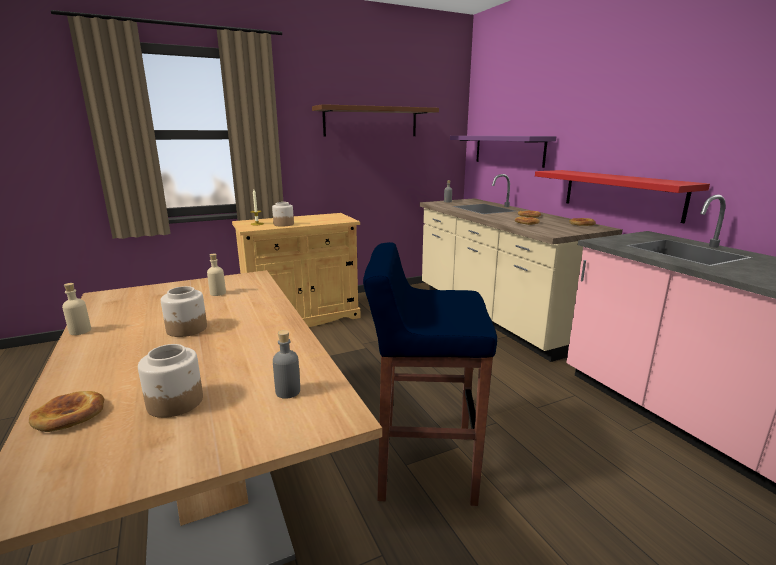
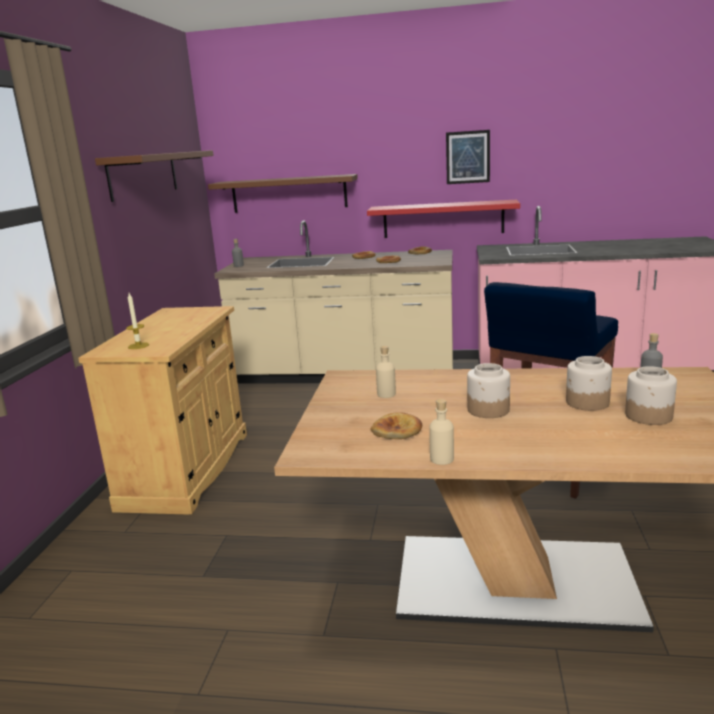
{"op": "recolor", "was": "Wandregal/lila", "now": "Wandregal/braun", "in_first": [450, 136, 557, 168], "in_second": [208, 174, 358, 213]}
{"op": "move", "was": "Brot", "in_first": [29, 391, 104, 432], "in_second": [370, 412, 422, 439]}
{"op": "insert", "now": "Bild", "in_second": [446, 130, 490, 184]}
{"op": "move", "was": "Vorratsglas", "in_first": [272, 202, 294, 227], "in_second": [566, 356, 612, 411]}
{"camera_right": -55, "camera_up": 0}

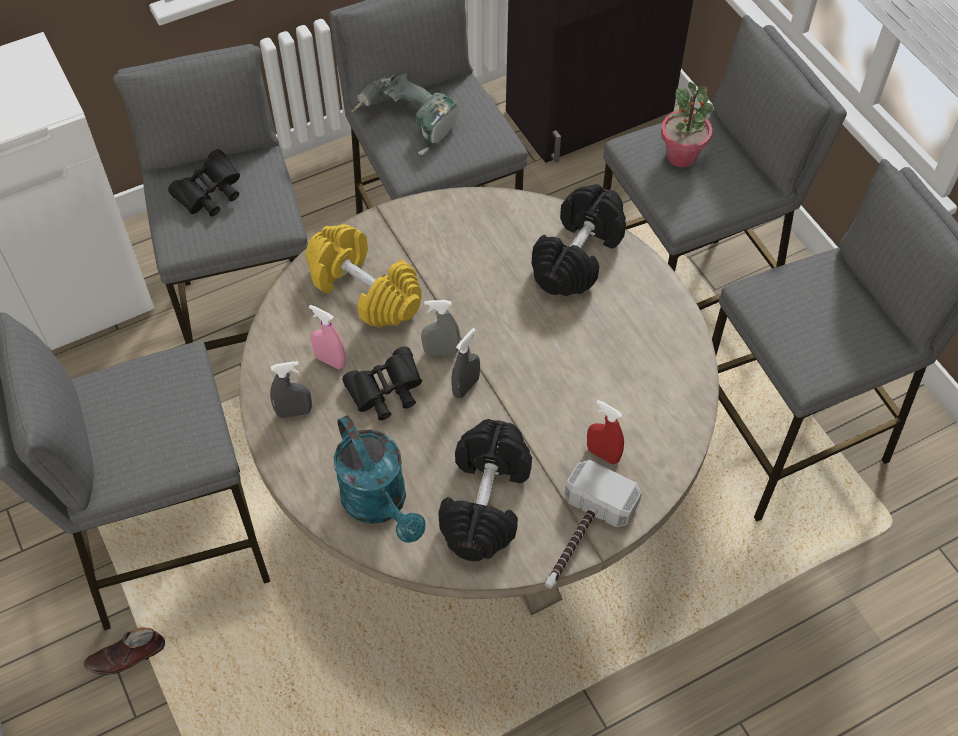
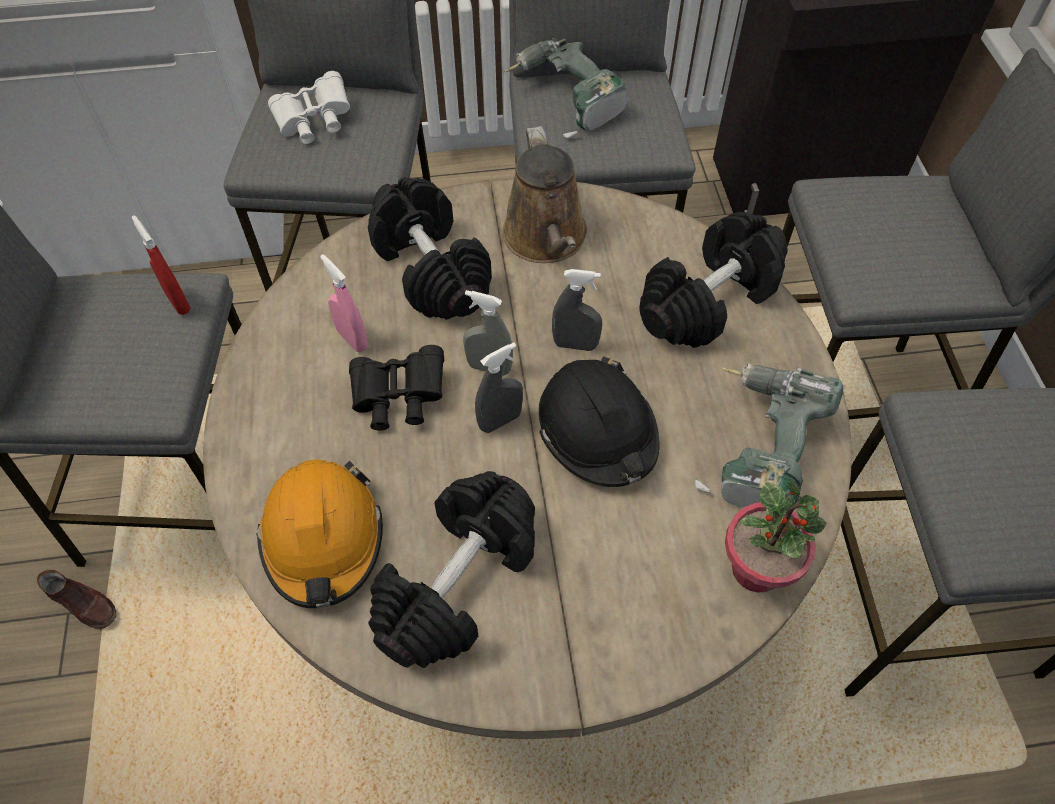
{"op": "rotate", "was": "Schuh/braun", "in_first": [84, 628, 165, 675], "in_second": [37, 570, 116, 629], "clockwise": -150}
{"op": "move", "was": "Sprühflasche/rot", "in_first": [587, 400, 624, 464], "in_second": [131, 215, 191, 315]}
{"op": "replace", "was": "Gießkanne/türkis", "now": "Schutzhelm/orange", "in_first": [334, 415, 426, 543], "in_second": [256, 459, 383, 608]}
{"op": "recolor", "was": "Fernglas/schwarz", "now": "Fernglas/weiß", "in_first": [168, 149, 240, 216], "in_second": [268, 71, 350, 144]}
{"op": "recolor", "was": "Hantel/gelb", "now": "Hantel/schwarz", "in_first": [305, 224, 422, 328], "in_second": [368, 177, 492, 320]}
{"op": "insert", "now": "Gießkanne/braun", "in_second": [502, 126, 587, 263]}
{"op": "insert", "now": "Schutzhelm/schwarz", "in_second": [539, 356, 659, 487]}
{"op": "move", "was": "Sprühflasche/grau", "in_first": [270, 361, 312, 418], "in_second": [552, 269, 602, 351]}
{"op": "insert", "now": "Bohrmaschine", "in_second": [695, 363, 843, 508]}
{"op": "move", "was": "Topfpflanze", "in_first": [661, 82, 713, 167], "in_second": [725, 480, 827, 593]}
{"op": "delete", "was": "Hammer", "in_first": [545, 460, 642, 589]}
{"camera_right": 20, "camera_up": 0}

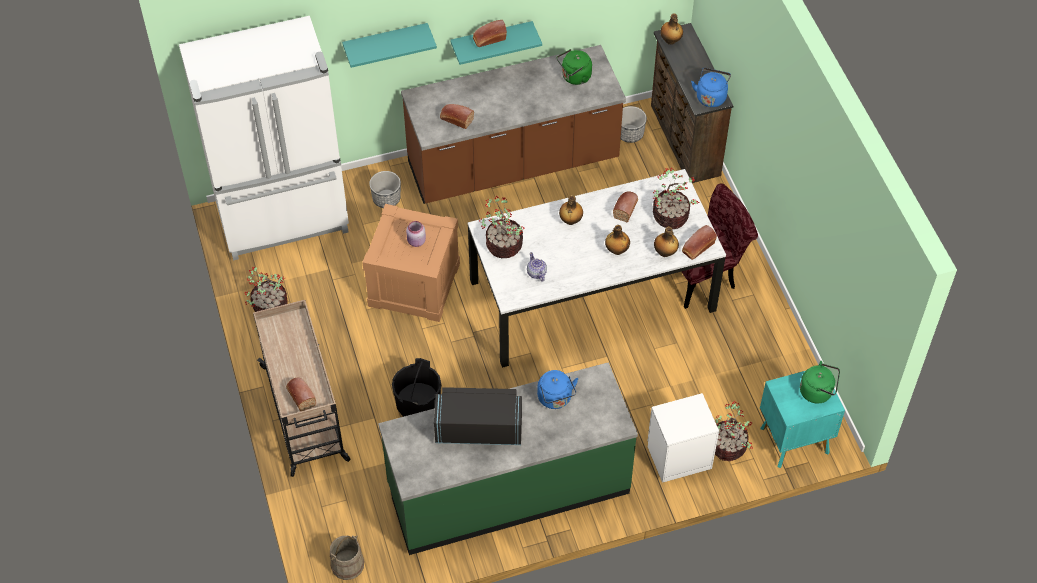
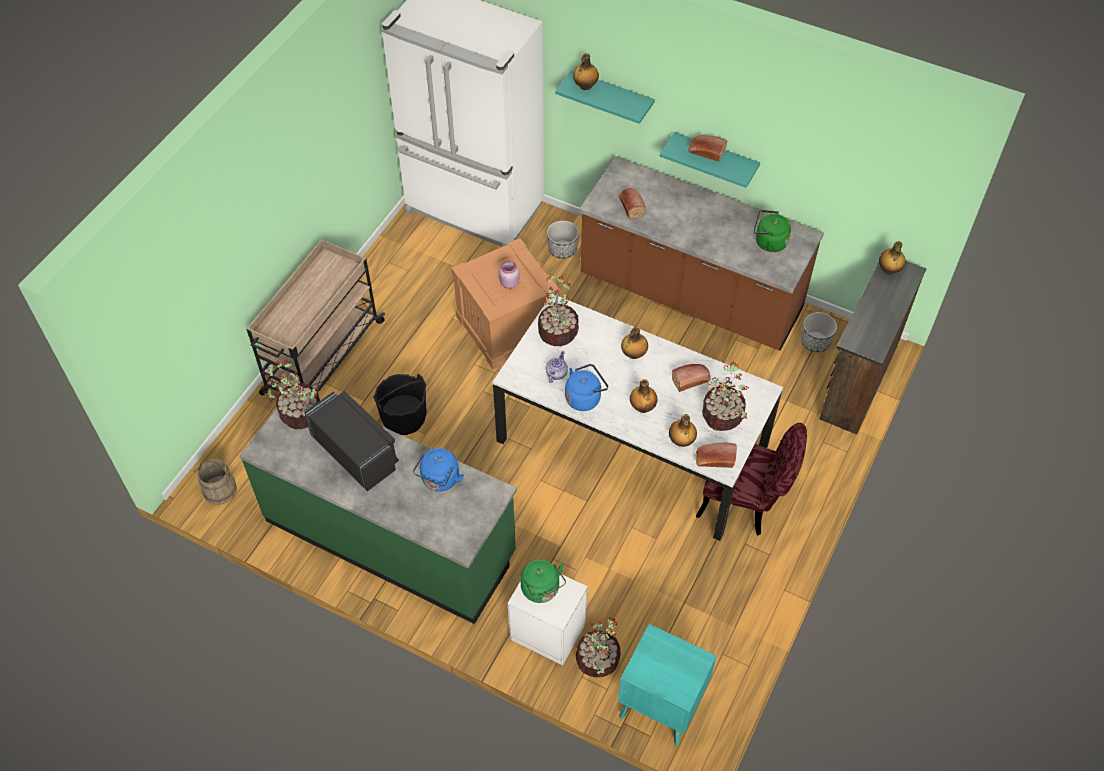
{"op": "move", "was": "Topfpflanze", "in_first": [245, 267, 287, 312], "in_second": [264, 360, 320, 429]}
{"op": "move", "was": "Wasserkessel/grün", "in_first": [800, 361, 840, 404], "in_second": [520, 559, 566, 603]}
{"op": "move", "was": "Wasserkessel/blau", "in_first": [691, 68, 731, 107], "in_second": [565, 364, 608, 411]}
{"op": "insert", "now": "Flasche", "in_second": [573, 53, 599, 90]}
{"op": "delete", "was": "Brot", "in_first": [286, 378, 316, 411]}
{"camera_right": 45, "camera_up": 0}

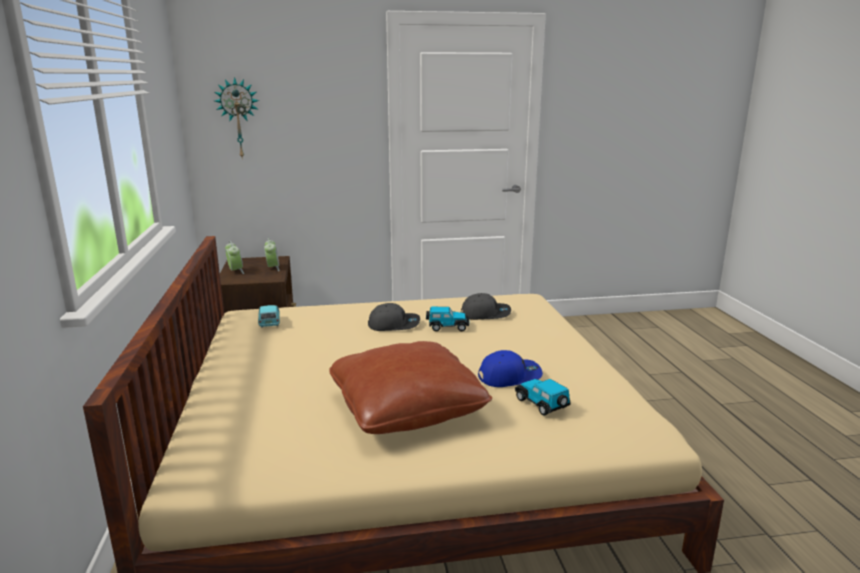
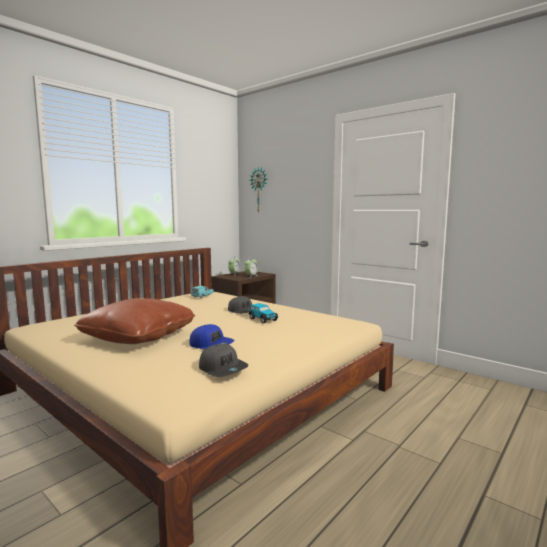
{"op": "move", "was": "Kappe/grau", "in_first": [461, 293, 511, 320], "in_second": [199, 344, 248, 377]}
{"op": "delete", "was": "Spielzeugauto", "in_first": [515, 379, 571, 415]}
{"camera_right": 50, "camera_up": -10}

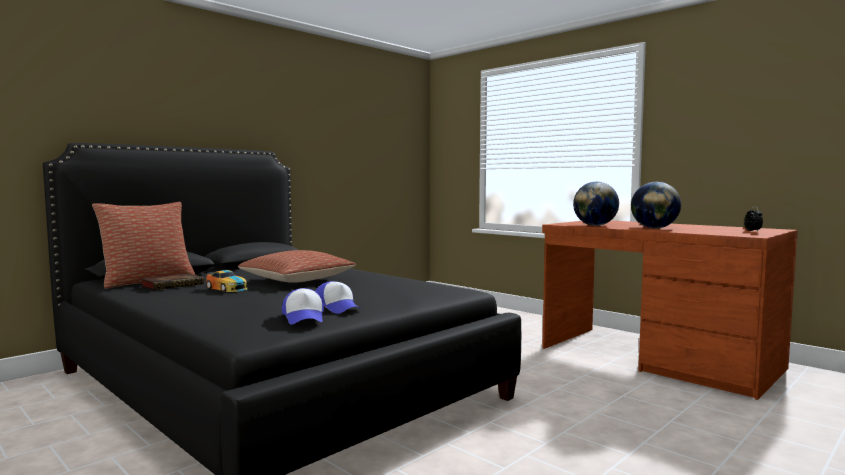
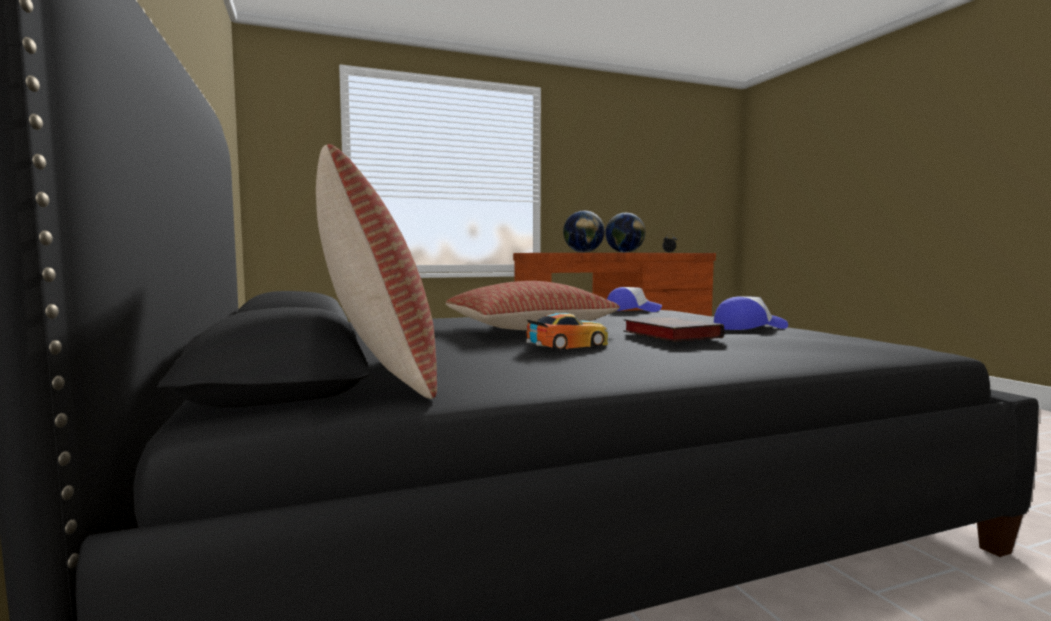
{"op": "move", "was": "Kappe", "in_first": [282, 288, 324, 325], "in_second": [607, 287, 662, 312]}
{"op": "move", "was": "Buch", "in_first": [141, 274, 204, 290], "in_second": [623, 316, 724, 342]}
{"camera_right": -65, "camera_up": 0}

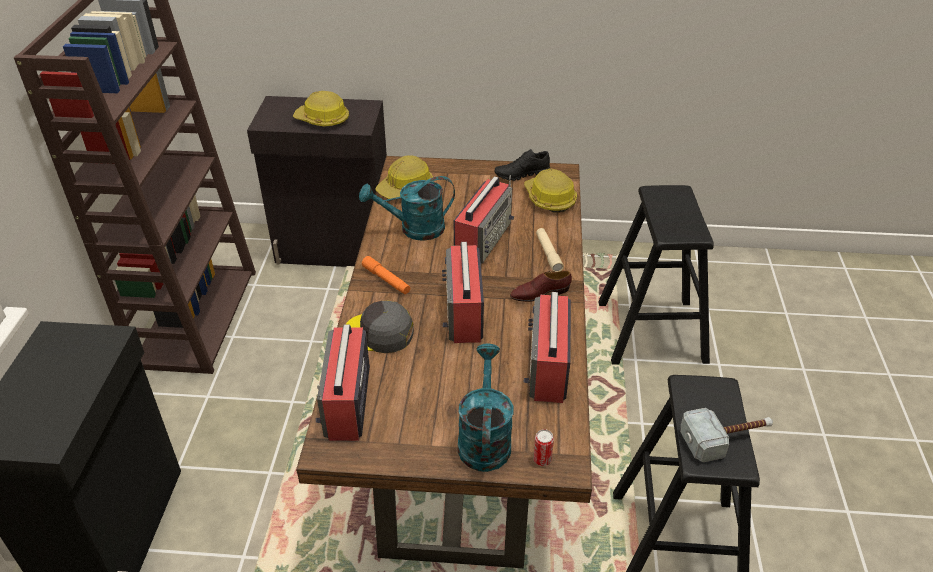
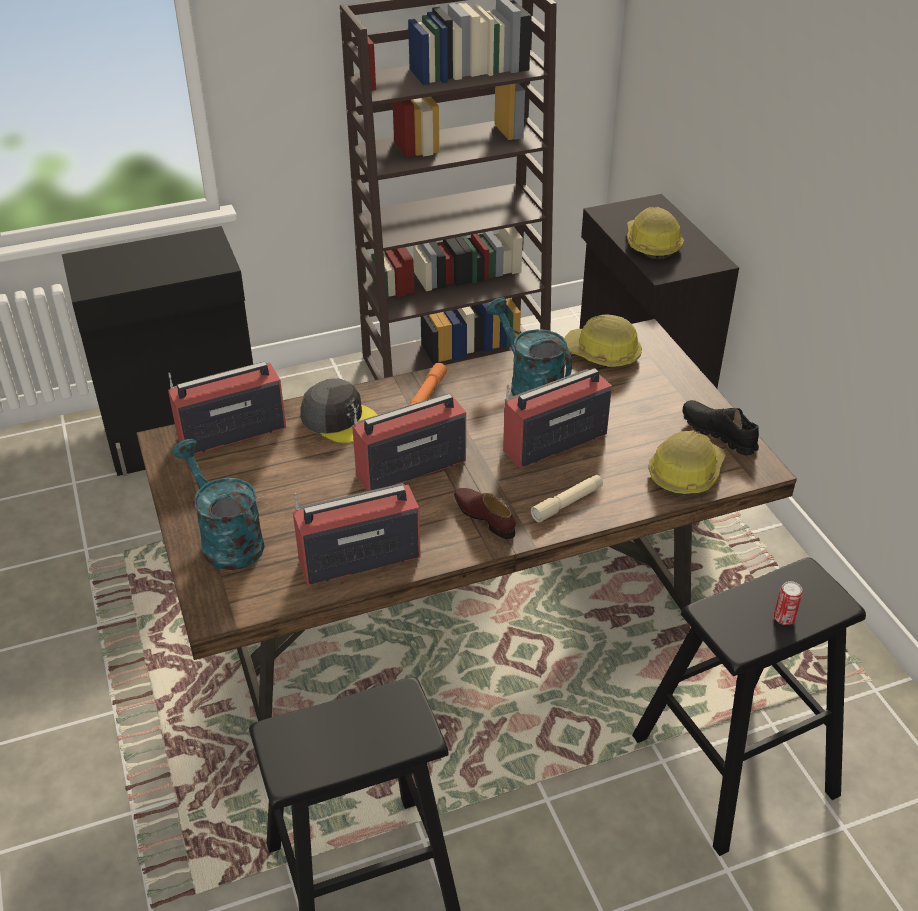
{"op": "rotate", "was": "Gießkanne/türkis", "in_first": [458, 344, 513, 472], "in_second": [172, 439, 265, 570], "clockwise": -105}
{"op": "rotate", "was": "Kappe/grau", "in_first": [346, 301, 414, 353], "in_second": [300, 378, 377, 443], "clockwise": 135}
{"op": "rotate", "was": "Radio", "in_first": [454, 176, 514, 264], "in_second": [503, 368, 612, 468], "clockwise": 150}
{"op": "move", "was": "Dose", "in_first": [533, 429, 554, 466], "in_second": [774, 581, 803, 625]}
{"op": "delete", "was": "Hammer", "in_first": [680, 408, 773, 462]}
{"camera_right": 65, "camera_up": 0}

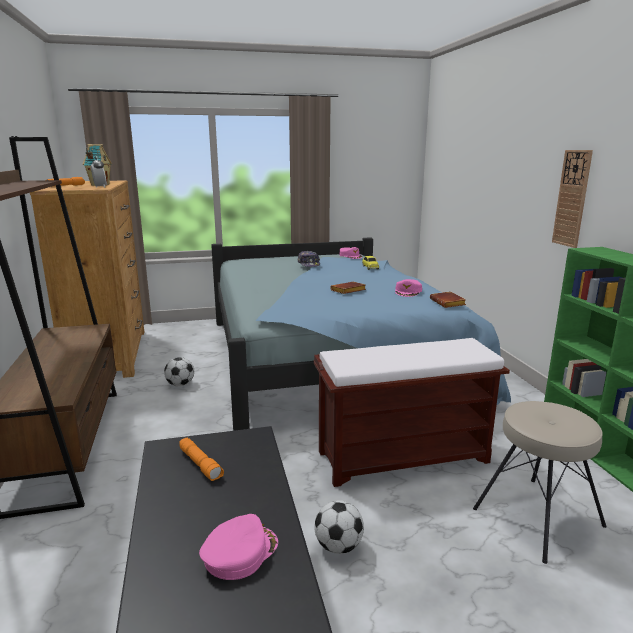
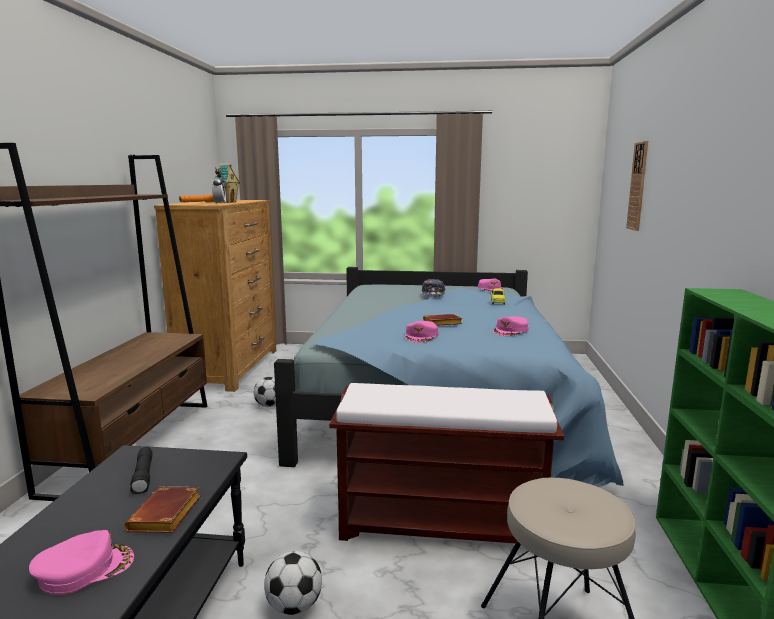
{"op": "move", "was": "Buch/braun", "in_first": [430, 291, 466, 308], "in_second": [125, 487, 201, 533]}
{"op": "recolor", "was": "Taschenlampe/orange", "now": "Taschenlampe/schwarz", "in_first": [179, 438, 224, 481], "in_second": [130, 447, 152, 494]}
{"op": "insert", "now": "Kappe/rosa", "in_second": [405, 321, 438, 343]}
{"op": "move", "was": "Wanduhr", "in_first": [552, 150, 593, 248], "in_second": [626, 141, 648, 231]}
{"camera_right": 20, "camera_up": -5}

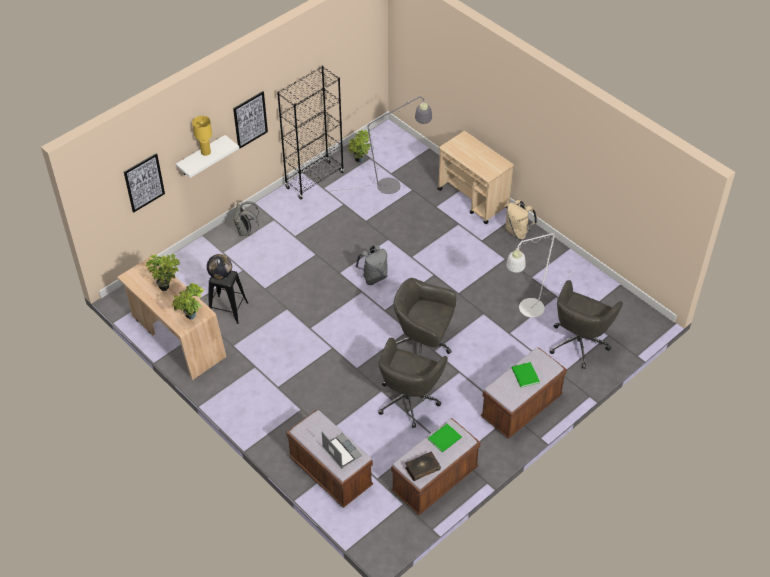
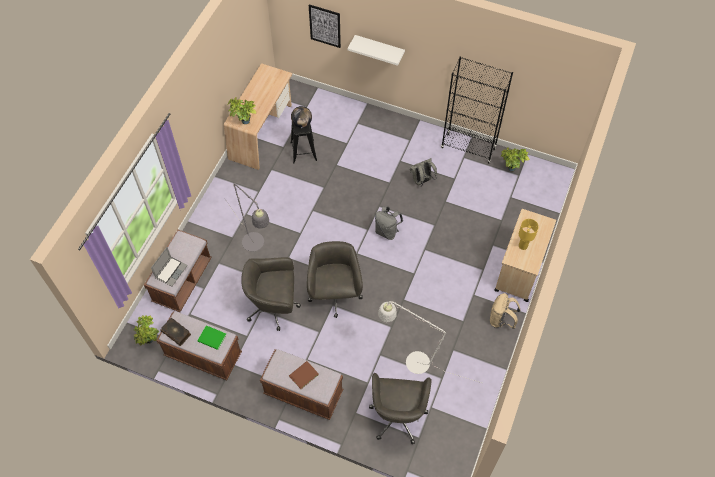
{"op": "move", "was": "Topfpflanze", "in_first": [146, 254, 180, 291], "in_second": [134, 316, 160, 346]}
{"op": "move", "was": "Stehlampe/grau", "in_first": [325, 97, 432, 194], "in_second": [225, 183, 269, 252]}
{"op": "recolor", "was": "Buch/grün", "now": "Buch/braun", "in_first": [512, 362, 540, 388], "in_second": [289, 361, 319, 389]}
{"op": "rotate", "was": "Bürostuhl/grau", "in_first": [550, 280, 623, 369], "in_second": [369, 373, 432, 444], "clockwise": -90}
{"op": "move", "was": "Rucksack/grau", "in_first": [234, 201, 259, 236], "in_second": [410, 158, 437, 187]}
{"op": "move", "was": "Tischlampe/gelb", "in_first": [192, 116, 212, 156], "in_second": [519, 219, 539, 250]}
{"op": "delete", "was": "Bild", "in_first": [233, 91, 268, 149]}
{"camera_right": 65, "camera_up": 10}

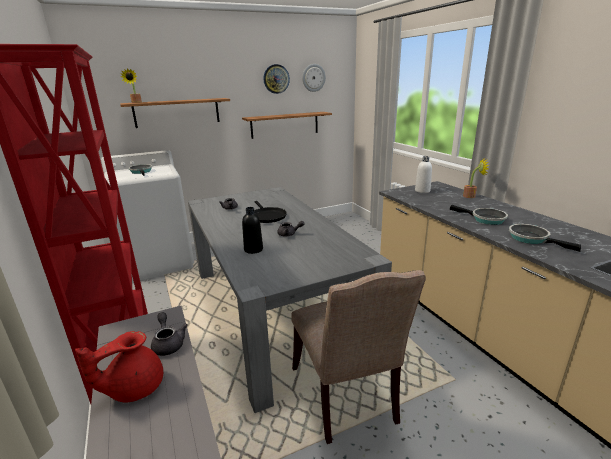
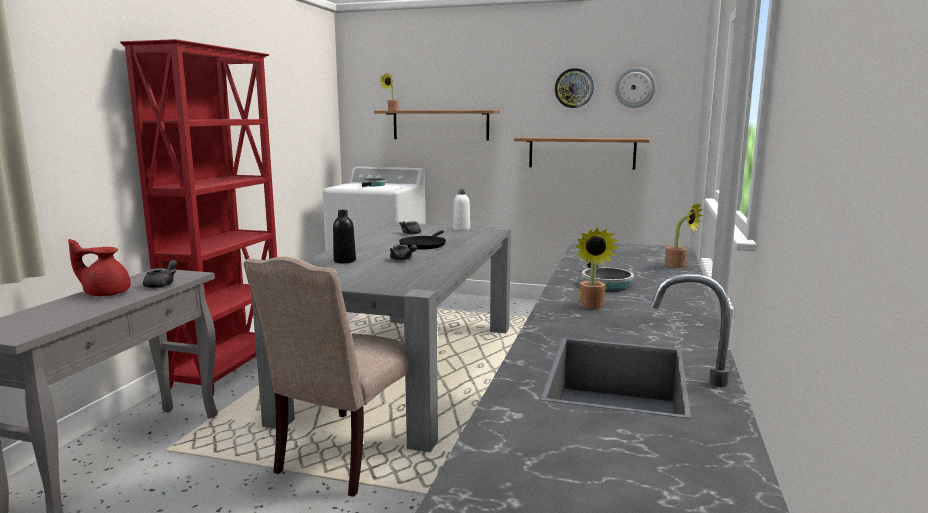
{"op": "move", "was": "Flasche/weiß", "in_first": [415, 156, 432, 193], "in_second": [453, 189, 470, 231]}
{"op": "replace", "was": "Pfanne", "now": "Topfpflanze", "in_first": [509, 224, 581, 252], "in_second": [575, 227, 619, 309]}
{"camera_right": 40, "camera_up": -10}

